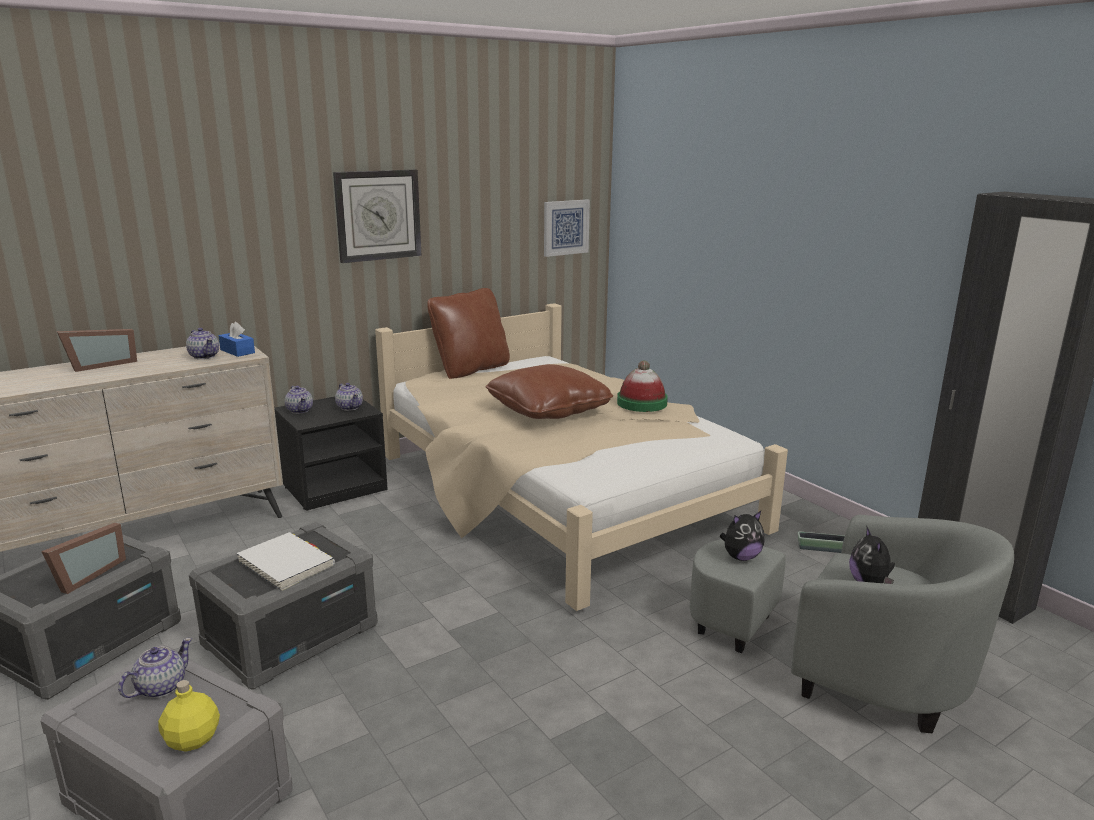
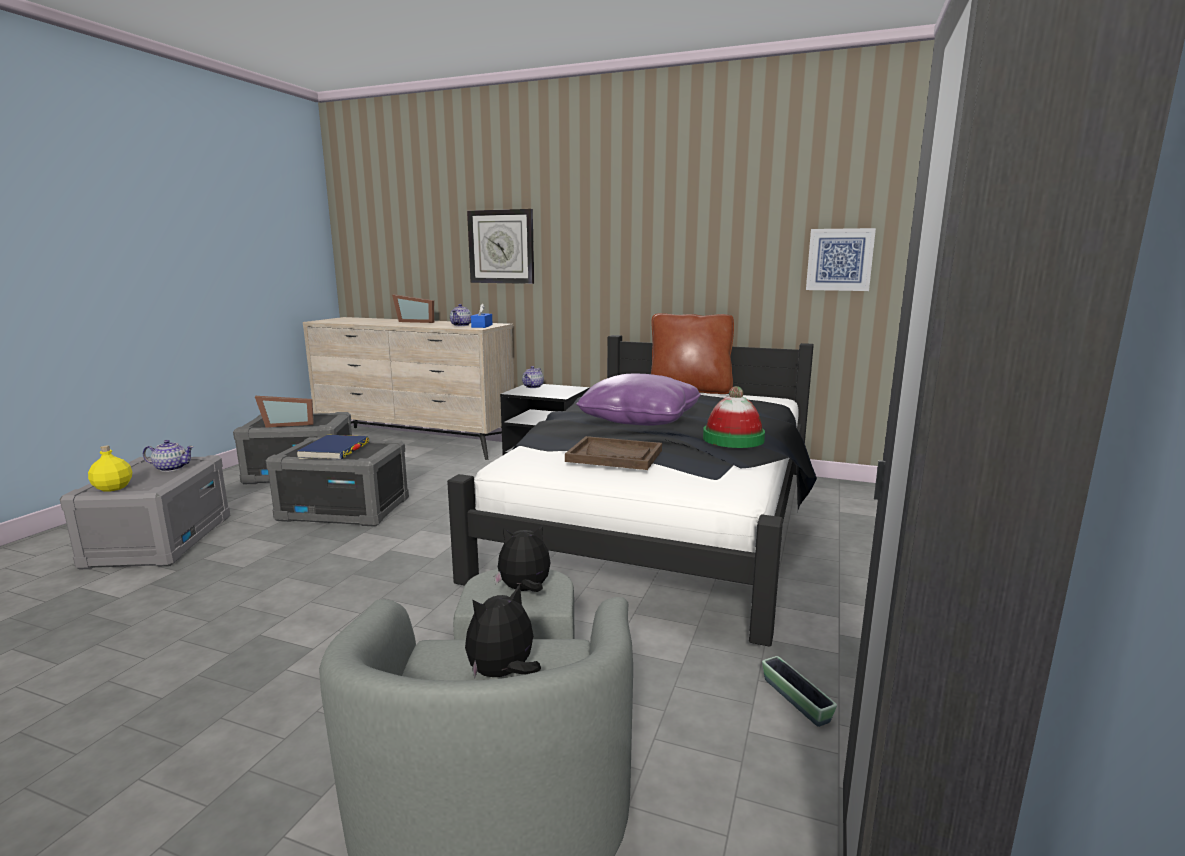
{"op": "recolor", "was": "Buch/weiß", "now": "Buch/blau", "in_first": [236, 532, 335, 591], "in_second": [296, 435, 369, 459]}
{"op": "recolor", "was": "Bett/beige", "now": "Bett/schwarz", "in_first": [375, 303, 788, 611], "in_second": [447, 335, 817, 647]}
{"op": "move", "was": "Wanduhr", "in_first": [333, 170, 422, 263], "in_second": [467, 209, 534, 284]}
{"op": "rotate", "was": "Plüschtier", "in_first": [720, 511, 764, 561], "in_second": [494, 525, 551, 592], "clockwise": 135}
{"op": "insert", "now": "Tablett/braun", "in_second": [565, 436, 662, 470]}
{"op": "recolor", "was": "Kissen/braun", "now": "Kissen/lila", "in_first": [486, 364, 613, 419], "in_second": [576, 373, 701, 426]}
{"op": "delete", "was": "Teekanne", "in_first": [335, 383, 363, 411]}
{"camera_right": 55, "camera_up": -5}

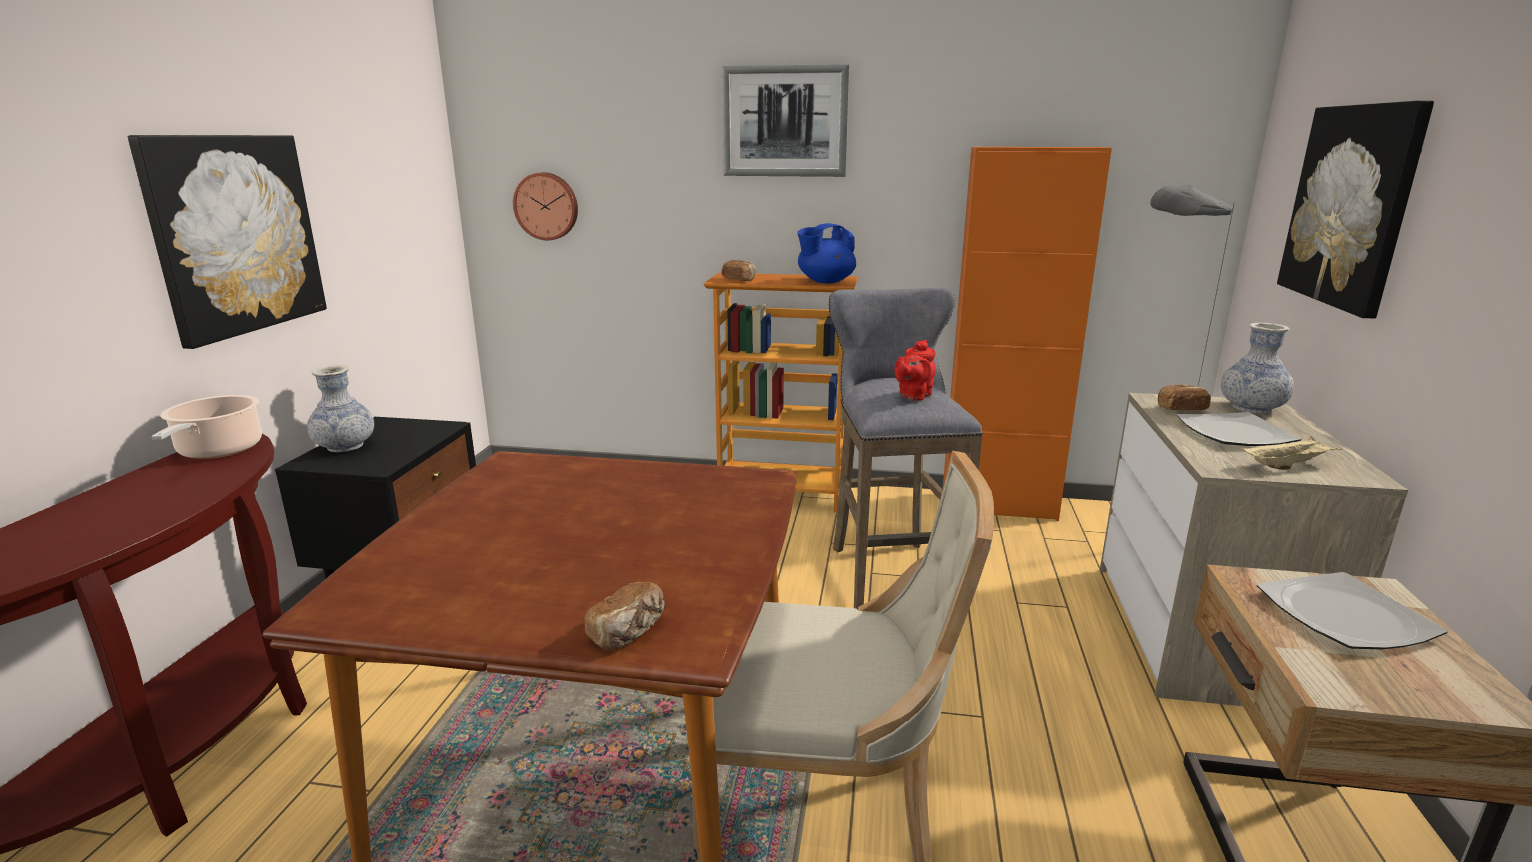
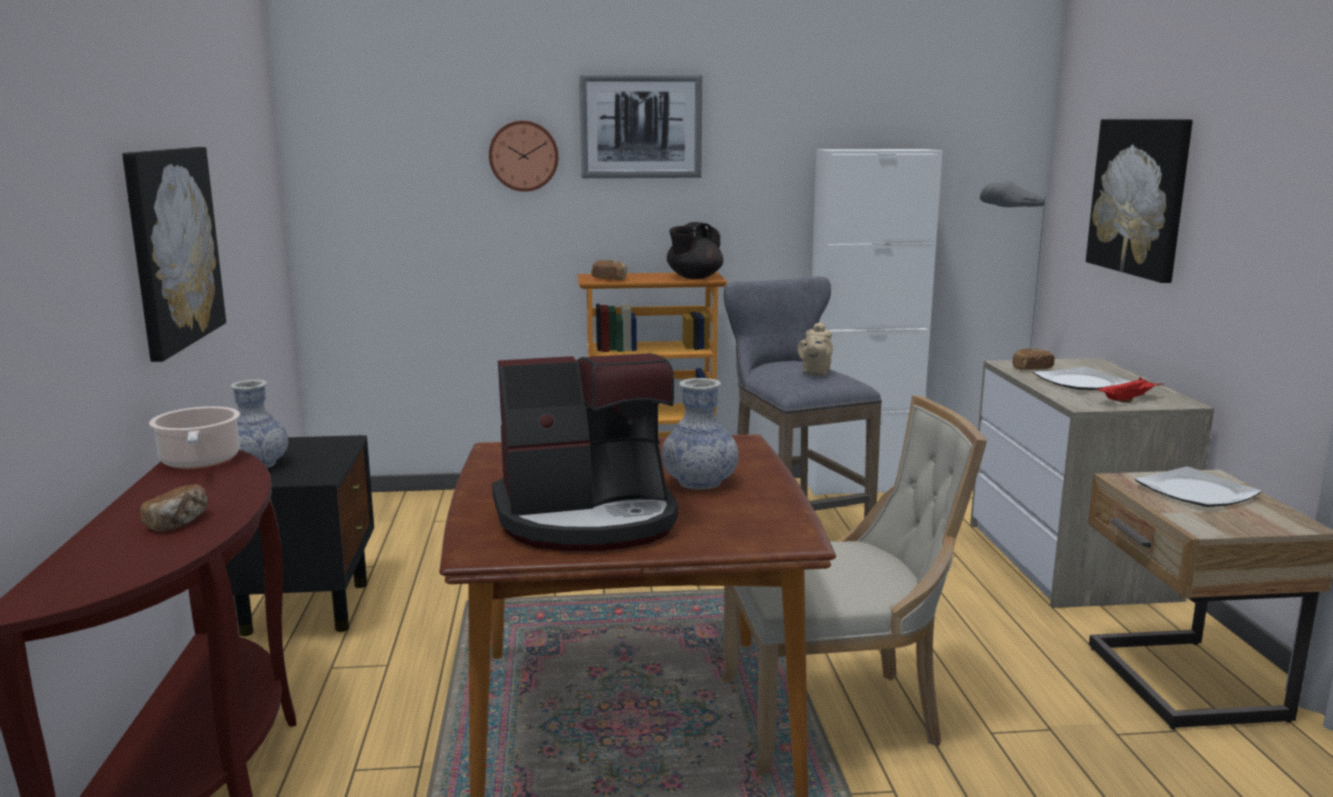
{"op": "move", "was": "Brot", "in_first": [584, 582, 665, 650], "in_second": [140, 484, 208, 531]}
{"op": "move", "was": "Wanduhr", "in_first": [513, 172, 578, 240], "in_second": [489, 120, 559, 192]}
{"op": "insert", "now": "Kaffeemaschine", "in_second": [492, 353, 678, 551]}
{"op": "move", "was": "Vase", "in_first": [1221, 323, 1294, 414], "in_second": [661, 378, 738, 490]}
{"op": "recolor", "was": "Teekanne/blau", "now": "Teekanne/schwarz", "in_first": [797, 223, 856, 283], "in_second": [667, 222, 723, 279]}
{"op": "recolor", "was": "Teekanne/rot", "now": "Teekanne/beige", "in_first": [894, 340, 936, 401], "in_second": [798, 322, 833, 376]}
{"op": "recolor", "was": "Schrank/orange", "now": "Schrank/weiß", "in_first": [943, 147, 1112, 521], "in_second": [808, 149, 943, 496]}
{"op": "recolor", "was": "Tablett/beige", "now": "Tablett/rot", "in_first": [1242, 436, 1343, 470], "in_second": [1097, 377, 1165, 403]}
{"camera_right": -15, "camera_up": -5}

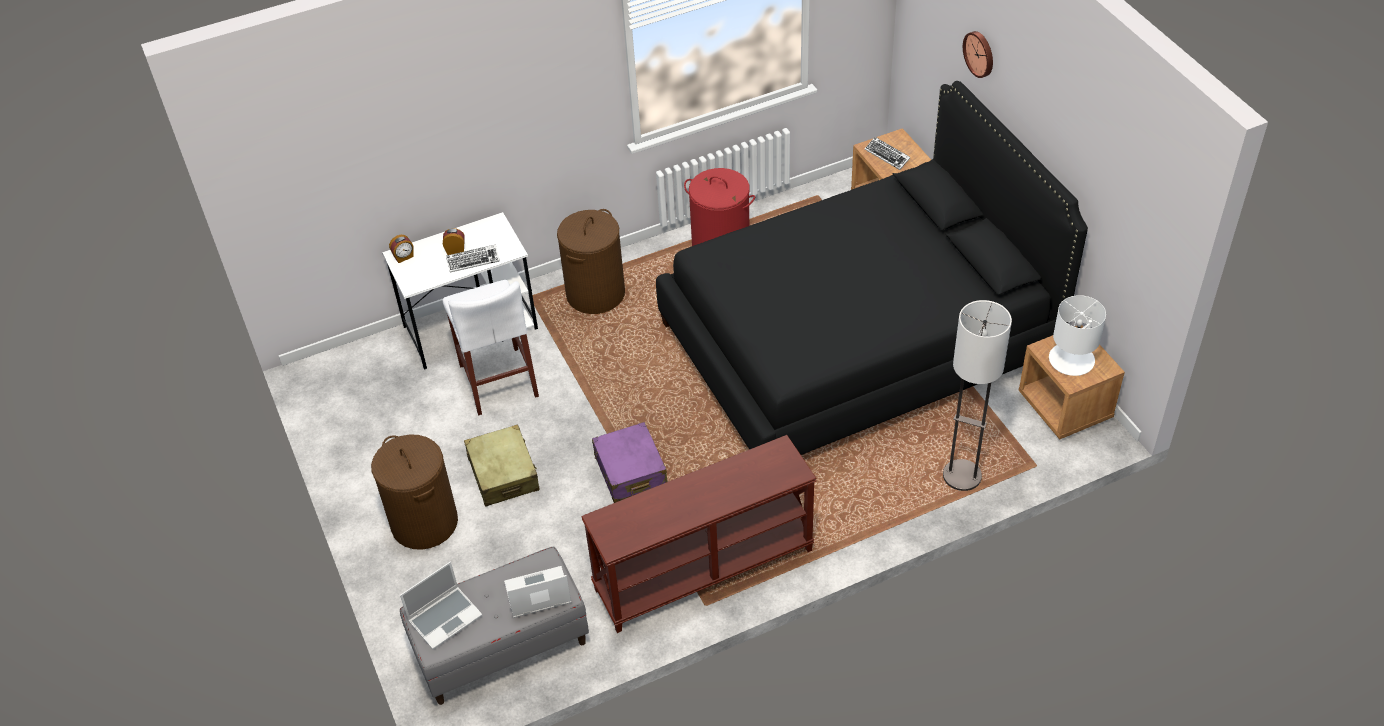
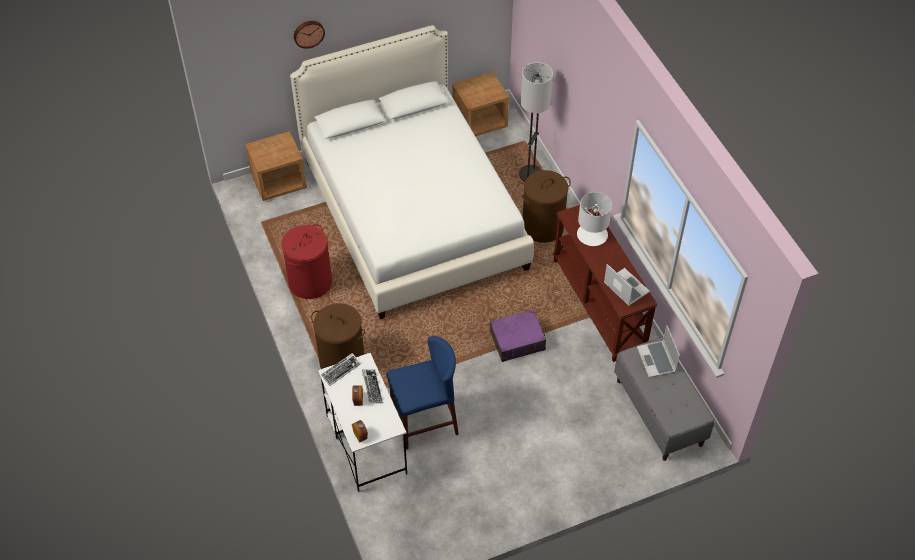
{"op": "recolor", "was": "Bett/schwarz", "now": "Bett/weiß", "in_first": [656, 81, 1088, 455], "in_second": [290, 25, 534, 319]}
{"op": "move", "was": "Tastatur", "in_first": [865, 137, 910, 170], "in_second": [321, 353, 361, 386]}
{"op": "recolor", "was": "Hocker/weiß", "now": "Hocker/blau", "in_first": [442, 280, 539, 415], "in_second": [386, 336, 459, 449]}
{"op": "move", "was": "Wäschekorb/braun", "in_first": [371, 434, 458, 550], "in_second": [522, 170, 571, 243]}
{"op": "move", "was": "Tischlampe/weiß", "in_first": [1049, 295, 1106, 376], "in_second": [577, 192, 612, 246]}
{"op": "move", "was": "Laptop", "in_first": [400, 562, 483, 650], "in_second": [604, 264, 650, 306]}
{"op": "delete", "was": "Koffer/beige", "in_first": [464, 424, 540, 507]}
{"camera_right": -90, "camera_up": 5}

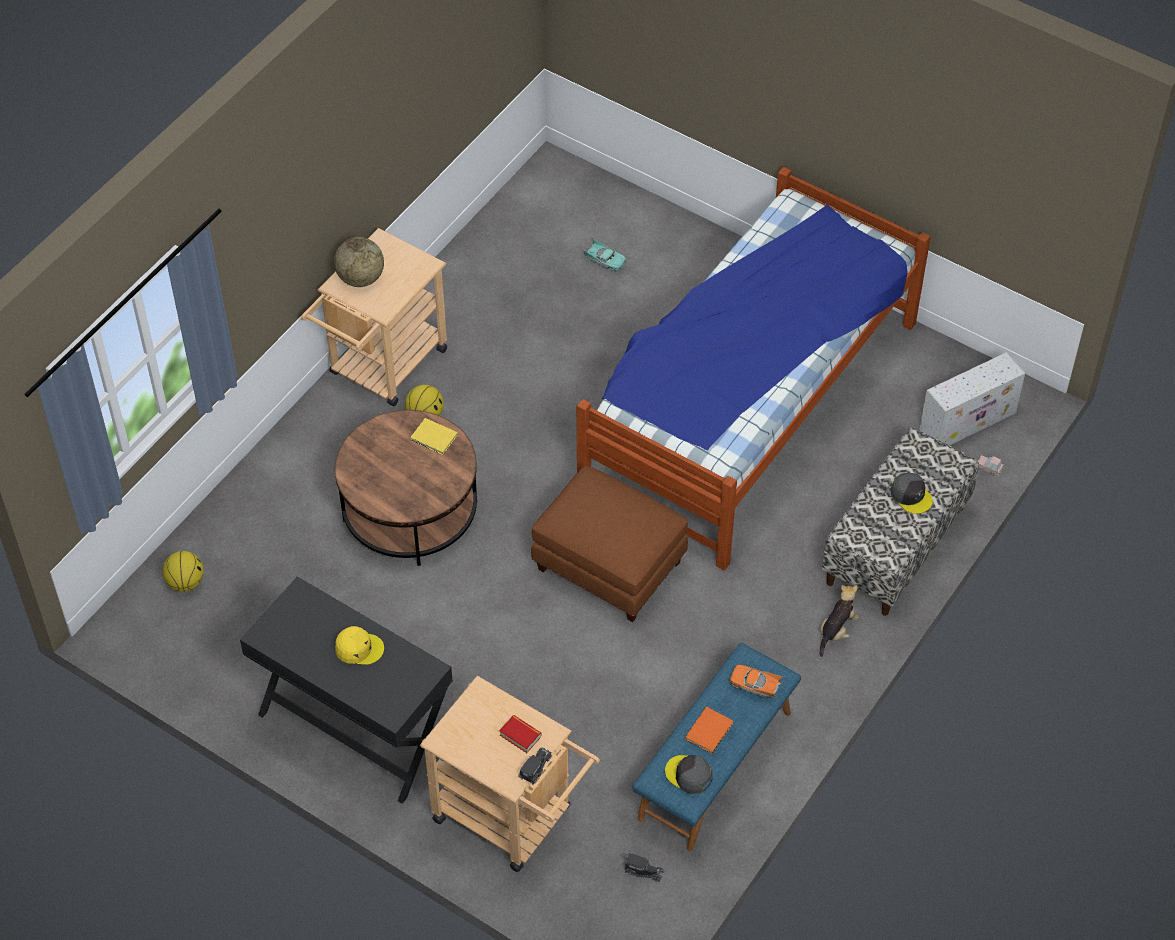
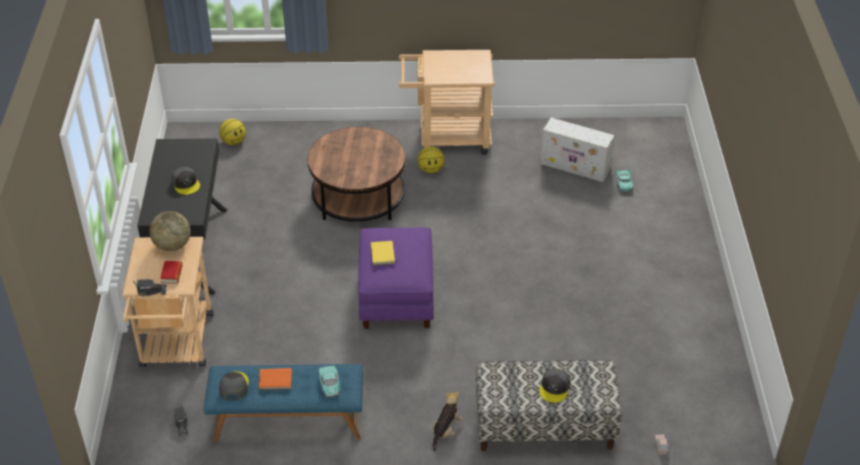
{"op": "move", "was": "Globus", "in_first": [334, 237, 384, 287], "in_second": [149, 211, 191, 252]}
{"op": "recolor", "was": "Kappe/gelb", "now": "Kappe/grau", "in_first": [335, 626, 384, 665], "in_second": [171, 167, 200, 195]}
{"op": "recolor", "was": "Spielzeugauto/orange", "now": "Spielzeugauto/türkis", "in_first": [730, 665, 783, 697], "in_second": [319, 366, 341, 398]}
{"op": "recolor", "was": "Polsterhocker/braun", "now": "Polsterhocker/lila", "in_first": [531, 465, 688, 622], "in_second": [358, 228, 434, 329]}
{"op": "move", "was": "Buch/gelb", "in_first": [410, 418, 458, 455], "in_second": [371, 241, 395, 265]}
{"op": "rotate", "was": "Plüschtier", "in_first": [820, 585, 859, 657], "in_second": [432, 391, 463, 452], "clockwise": -60}
{"op": "move", "was": "Aufbewahrungsbox/weiß", "in_first": [919, 352, 1025, 445], "in_second": [540, 118, 615, 182]}
{"op": "delete", "was": "Bett", "in_first": [577, 167, 931, 571]}
{"camera_right": 55, "camera_up": -10}

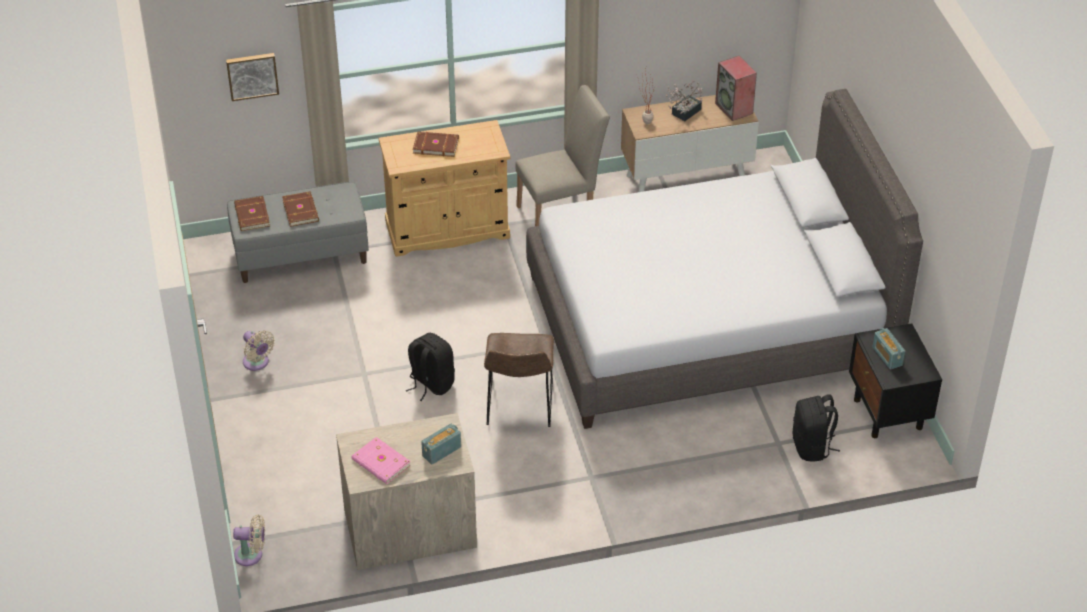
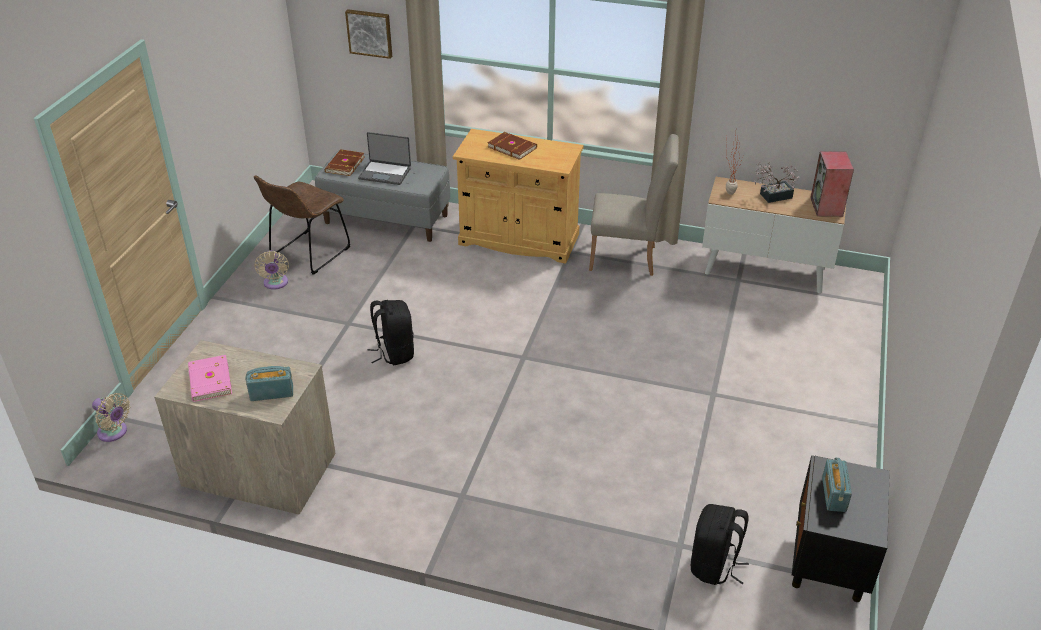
{"op": "move", "was": "Stuhl/braun", "in_first": [484, 333, 554, 427], "in_second": [254, 175, 351, 275]}
{"op": "replace", "was": "Buch/braun", "now": "Laptop", "in_first": [282, 191, 319, 227], "in_second": [358, 132, 411, 185]}
{"op": "delete", "was": "Bett/grau", "in_first": [526, 89, 923, 429]}
{"camera_right": 30, "camera_up": -5}

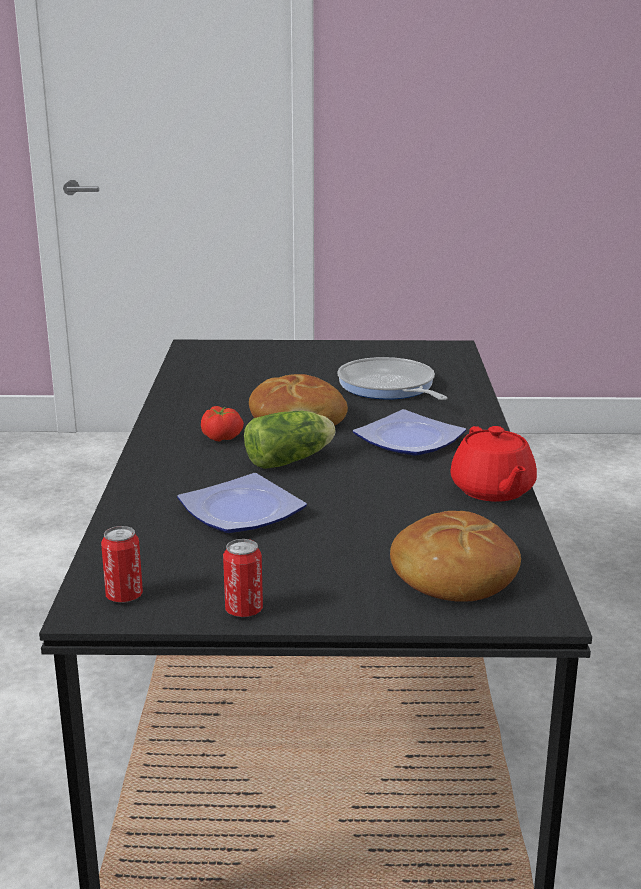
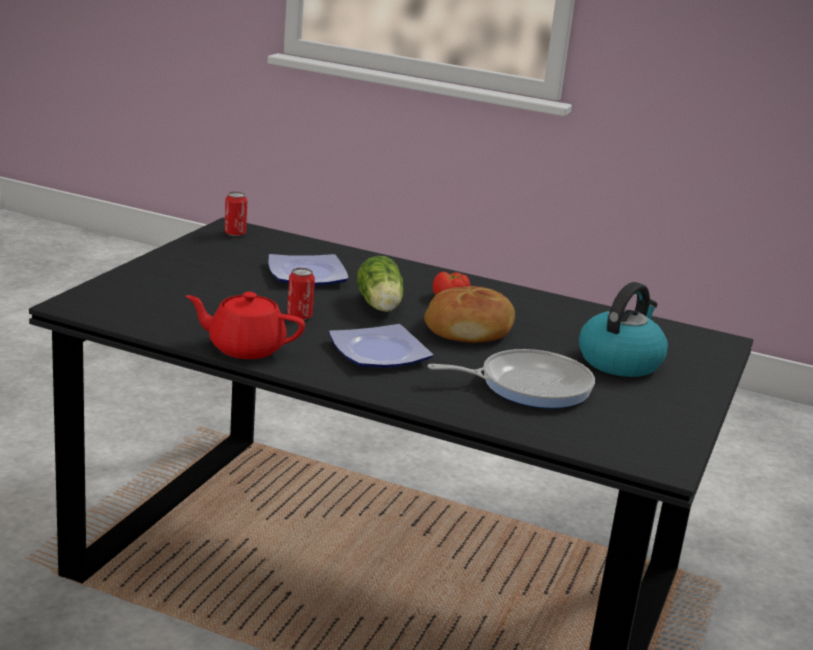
{"op": "move", "was": "Dose", "in_first": [223, 539, 263, 617], "in_second": [287, 268, 315, 320]}
{"op": "insert", "now": "Wasserkessel", "in_second": [579, 282, 668, 377]}
{"op": "delete", "was": "Brot", "in_first": [390, 511, 521, 602]}
{"camera_right": 110, "camera_up": 0}

